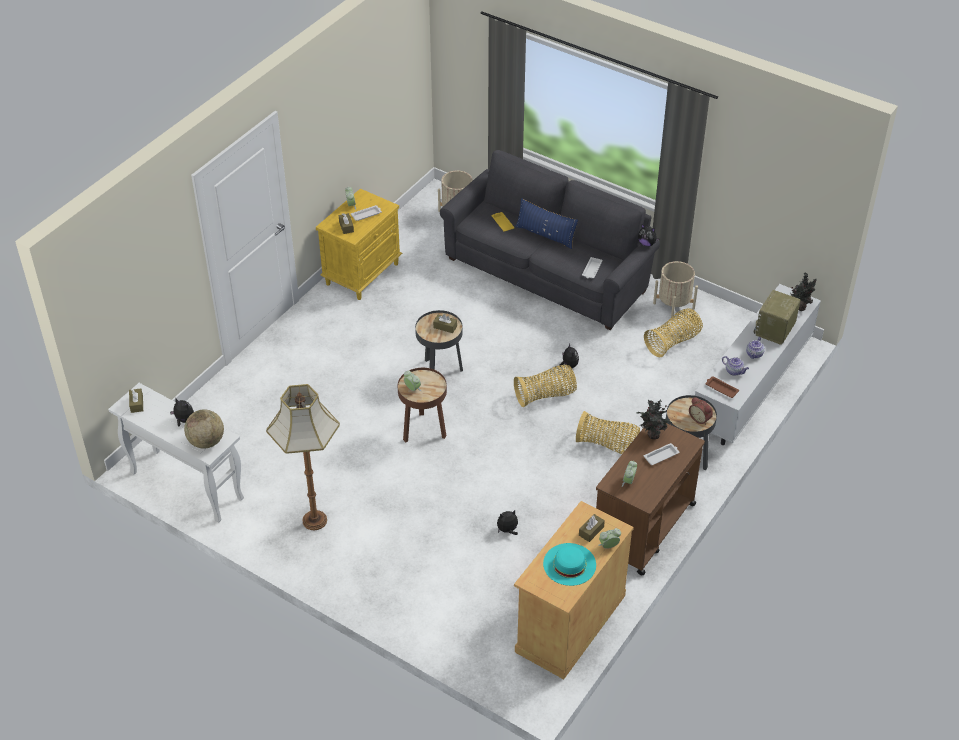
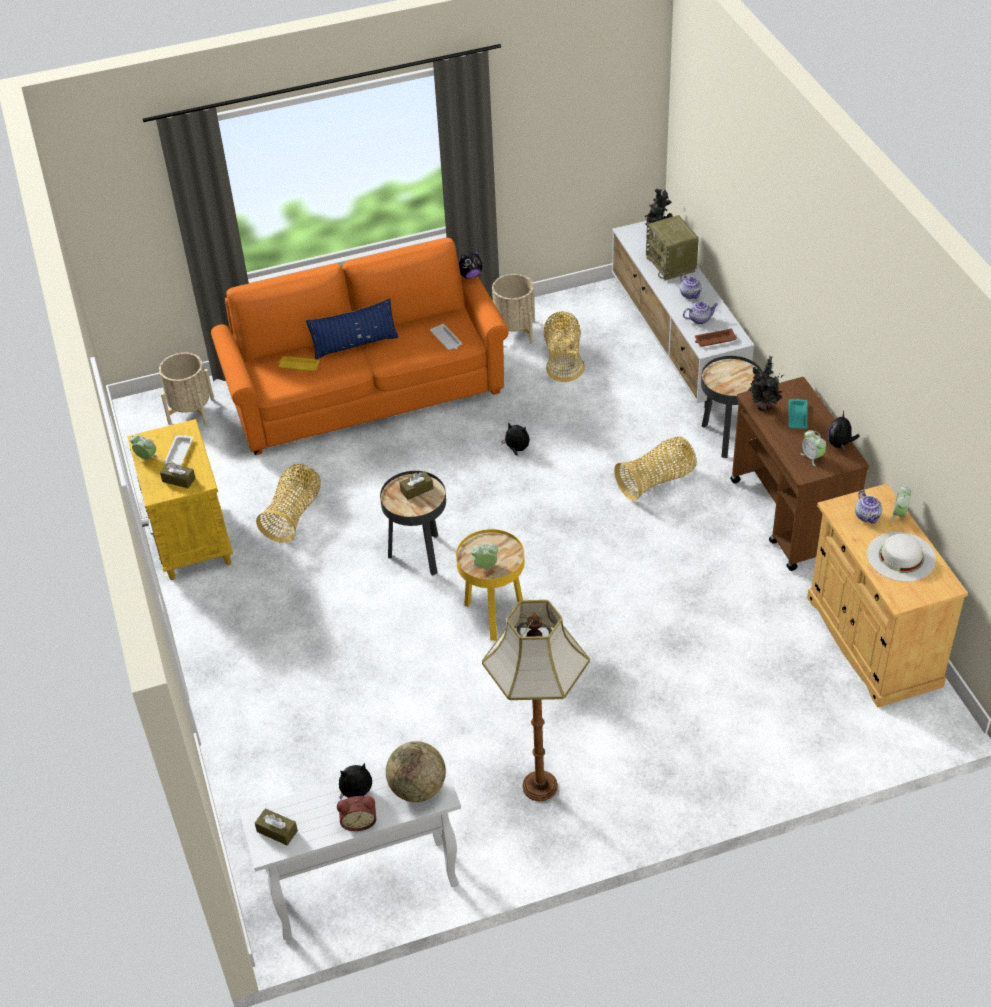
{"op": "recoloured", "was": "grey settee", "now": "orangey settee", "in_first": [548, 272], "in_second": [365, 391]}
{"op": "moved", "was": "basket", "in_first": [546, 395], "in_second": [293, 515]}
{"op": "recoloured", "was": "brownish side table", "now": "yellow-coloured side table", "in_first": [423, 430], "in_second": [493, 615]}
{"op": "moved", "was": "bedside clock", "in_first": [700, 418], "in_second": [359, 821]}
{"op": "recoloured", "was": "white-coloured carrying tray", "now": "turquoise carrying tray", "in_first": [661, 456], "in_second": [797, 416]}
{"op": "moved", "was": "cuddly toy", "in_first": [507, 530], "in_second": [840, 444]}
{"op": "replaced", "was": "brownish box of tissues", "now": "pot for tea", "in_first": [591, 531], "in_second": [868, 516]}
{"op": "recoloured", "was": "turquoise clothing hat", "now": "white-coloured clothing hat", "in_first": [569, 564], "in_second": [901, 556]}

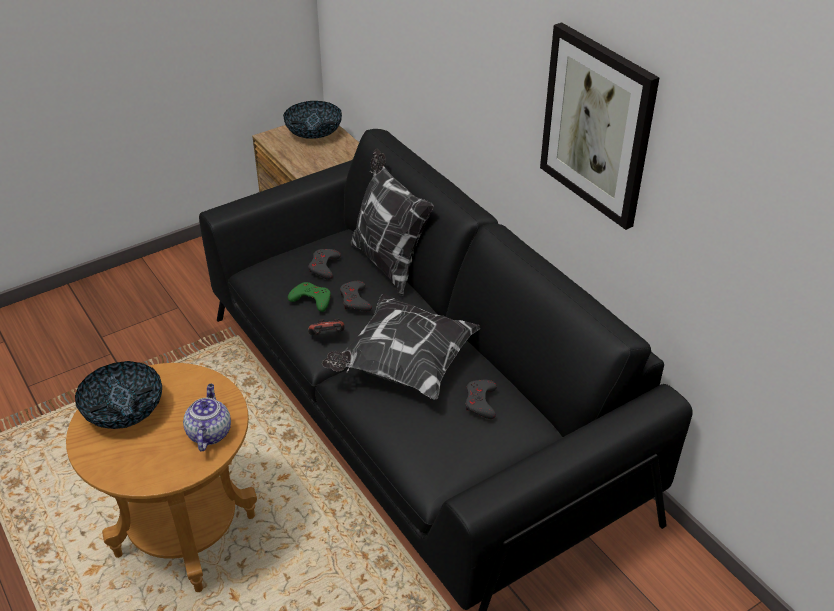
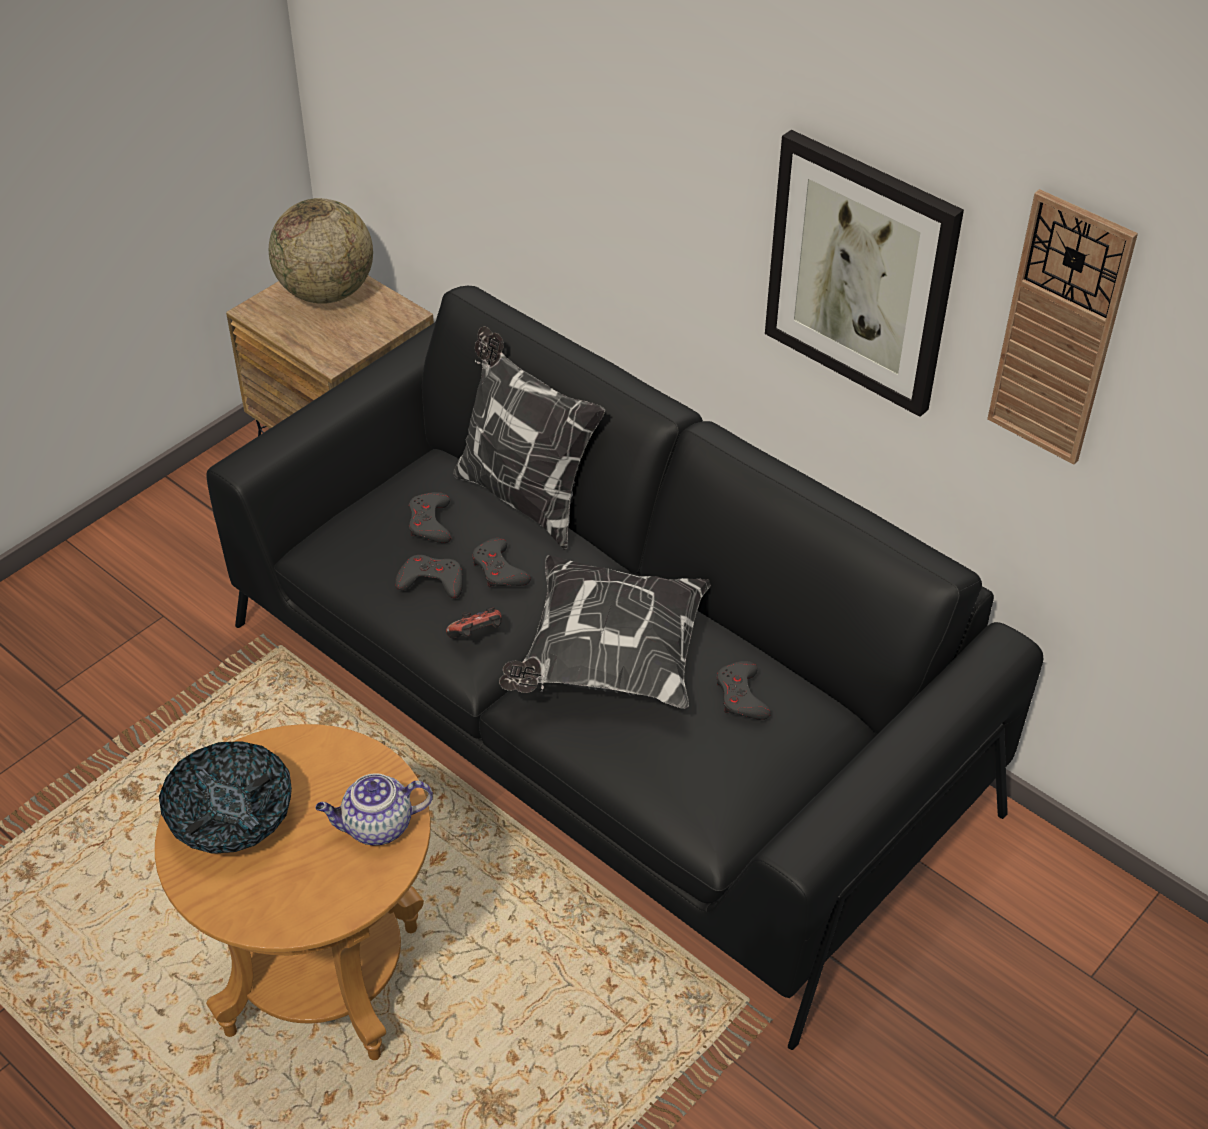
{"op": "replaced", "was": "serving bowl", "now": "world globe", "in_first": [314, 133], "in_second": [326, 292]}
{"op": "recoloured", "was": "green joypad", "now": "grey joypad", "in_first": [311, 299], "in_second": [431, 581]}
{"op": "turned", "was": "pot for tea", "in_first": [209, 433], "in_second": [376, 827], "clockwise": -90}
{"op": "added", "now": "clock on the wall", "in_second": [1059, 330]}

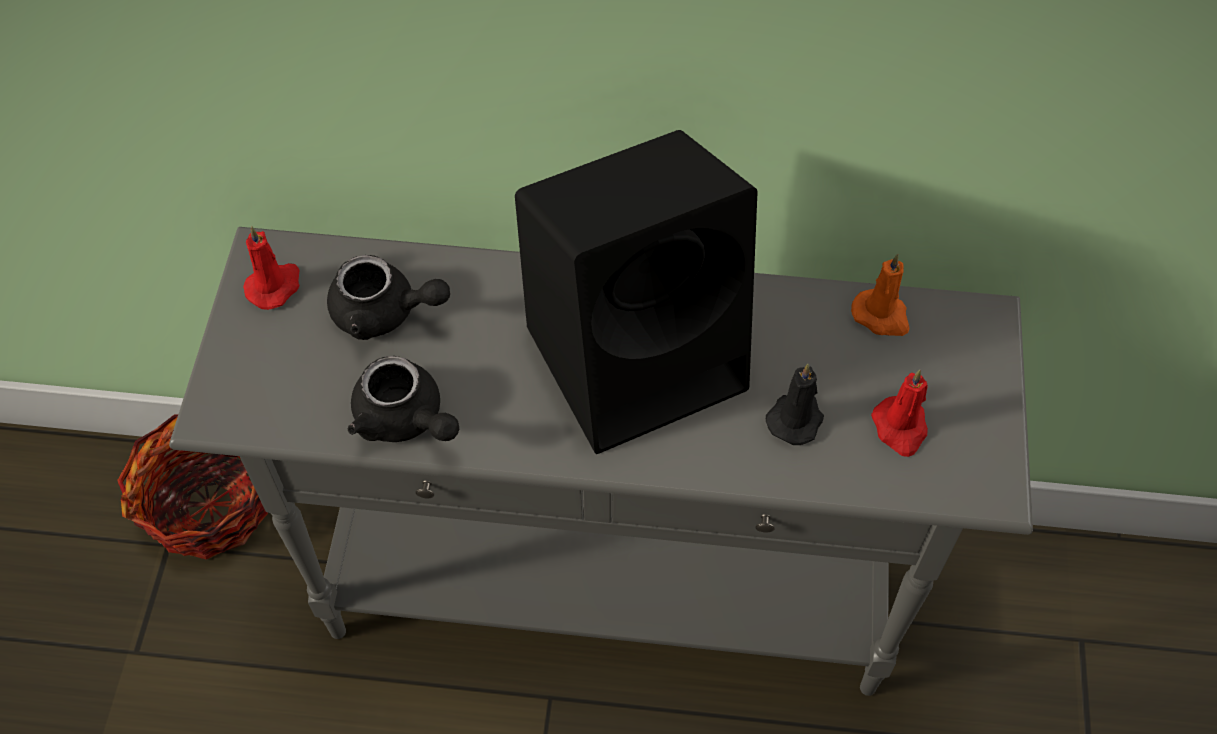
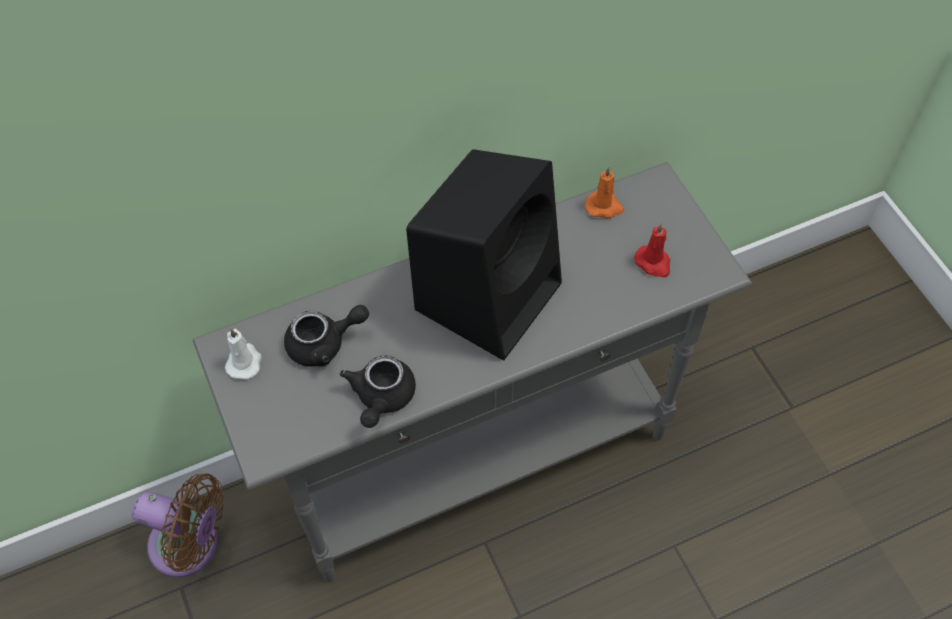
{"op": "recoloured", "was": "red-coloured wax candle", "now": "white-coloured wax candle", "in_first": [275, 286], "in_second": [244, 362]}
{"op": "turned", "was": "black pot for tea", "in_first": [405, 420], "in_second": [381, 398], "clockwise": 90}
{"op": "removed", "was": "black wax candle", "in_first": [796, 418]}
{"op": "replaced", "was": "basket", "now": "brownish cooling fan", "in_first": [209, 503], "in_second": [191, 546]}

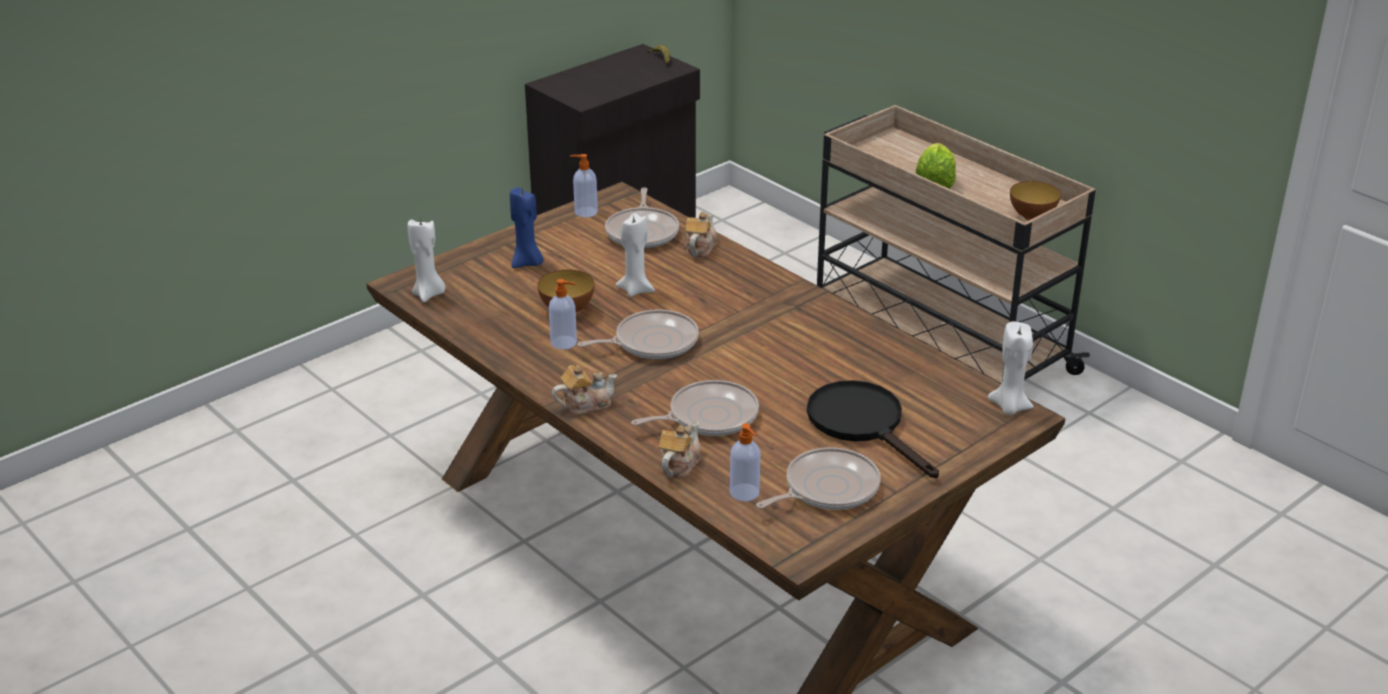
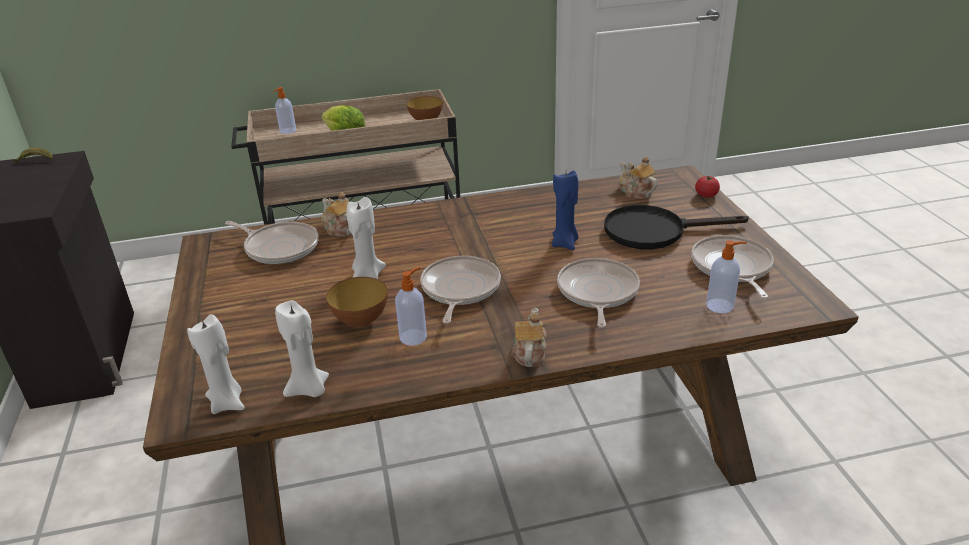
{"op": "moved", "was": "soap bottle", "in_first": [585, 212], "in_second": [287, 131]}
{"op": "moved", "was": "blue-coloured wax candle", "in_first": [527, 263], "in_second": [565, 243]}
{"op": "moved", "was": "white-coloured wax candle", "in_first": [1009, 407], "in_second": [309, 390]}
{"op": "moved", "was": "pot for tea", "in_first": [679, 464], "in_second": [635, 192]}
{"op": "added", "now": "tomato", "in_second": [706, 195]}

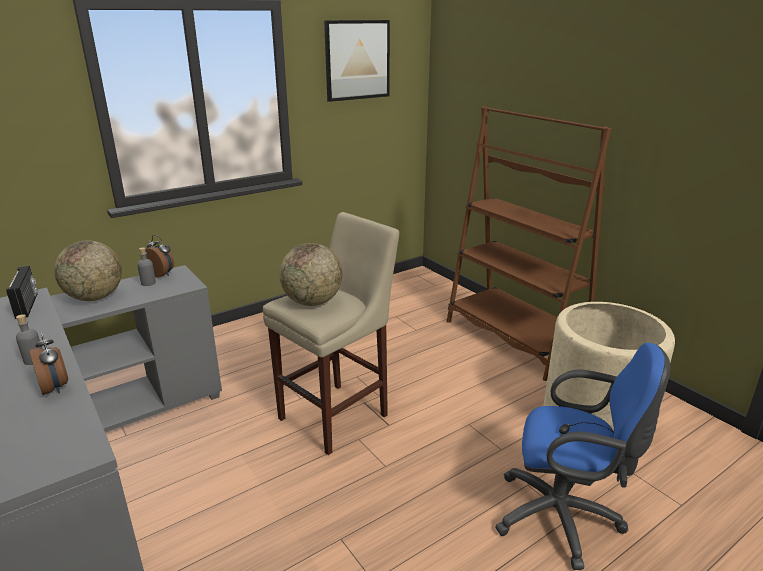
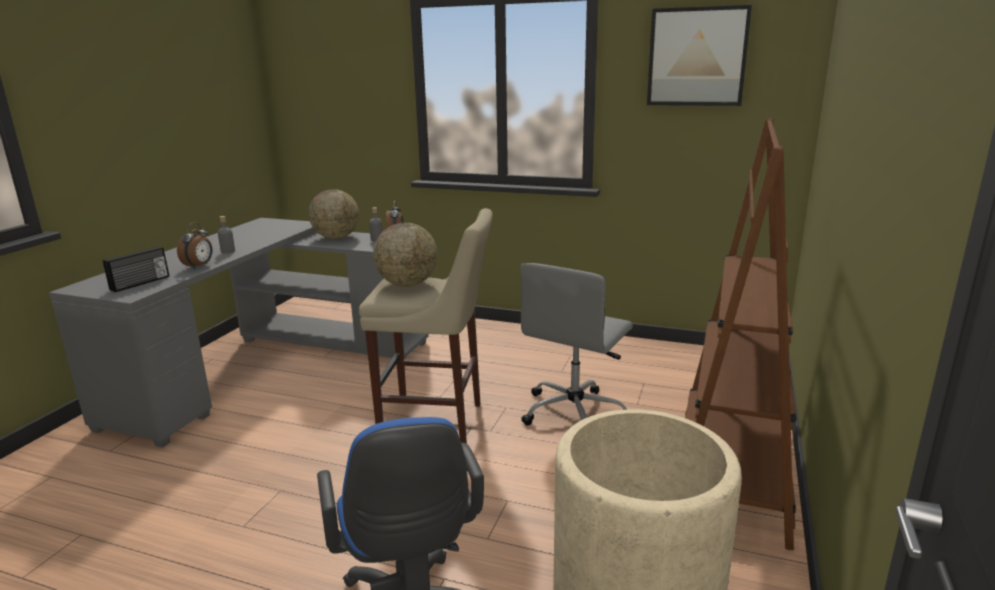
{"op": "moved", "was": "radio", "in_first": [28, 305], "in_second": [140, 283]}
{"op": "added", "now": "grey office chair", "in_second": [575, 413]}

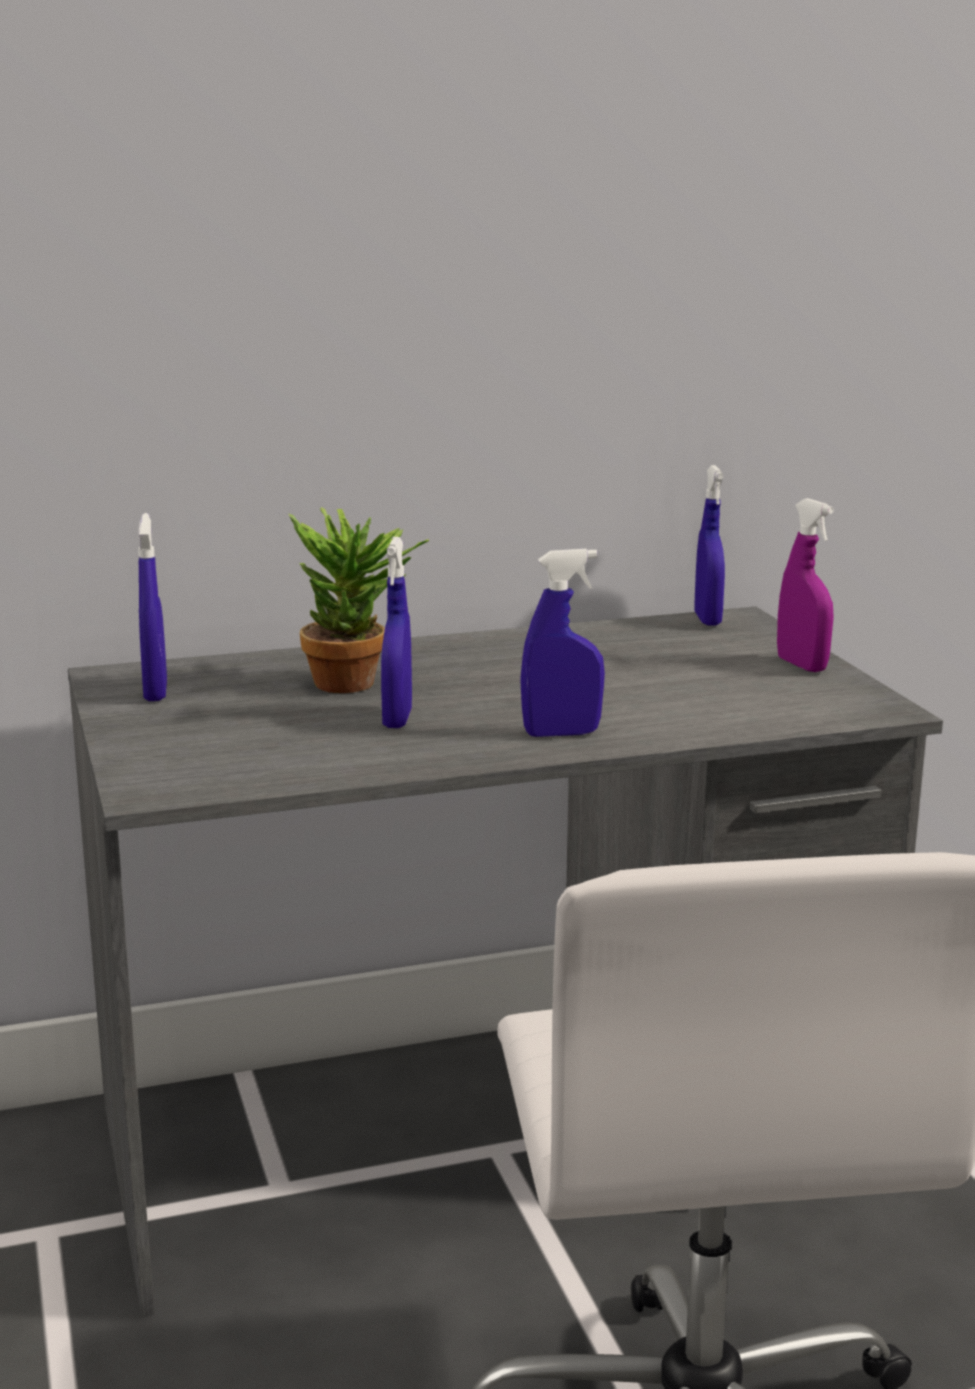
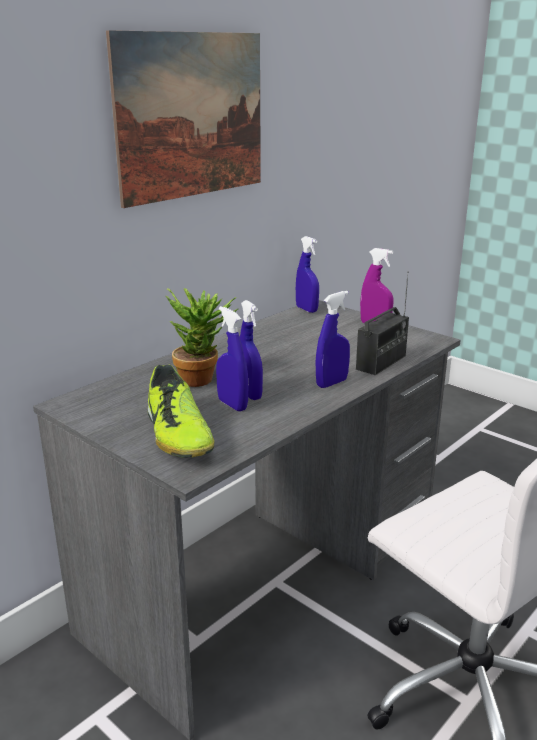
{"op": "moved", "was": "blue-coloured spray bottle", "in_first": [155, 692], "in_second": [232, 405]}
{"op": "added", "now": "wall art", "in_second": [191, 116]}
{"op": "added", "now": "radio", "in_second": [381, 362]}
{"op": "added", "now": "low shoe", "in_second": [178, 435]}

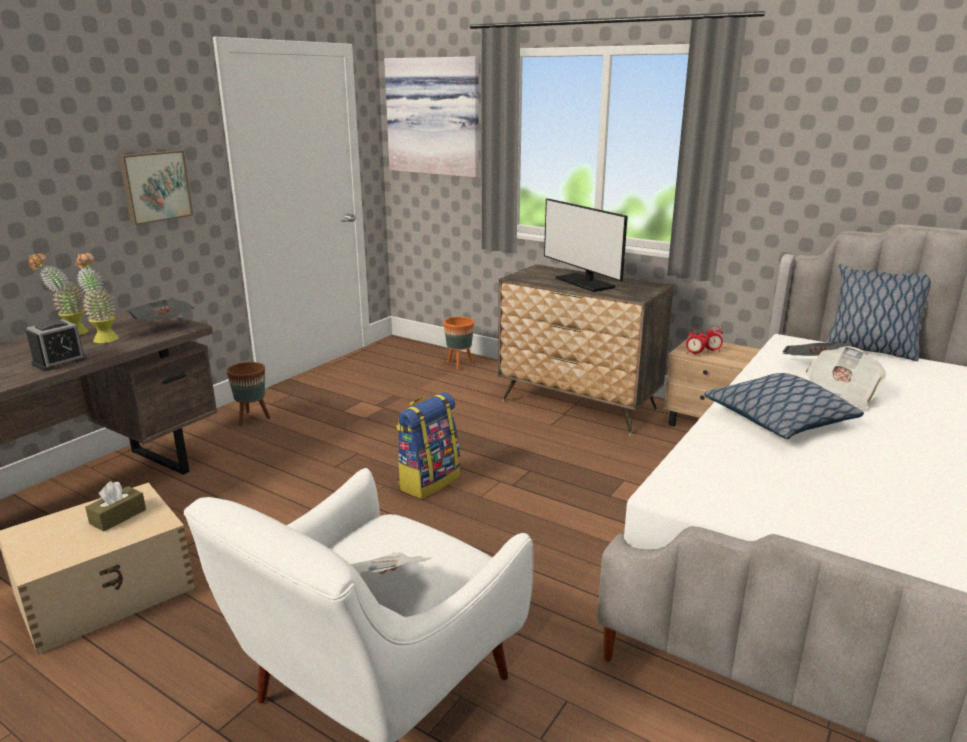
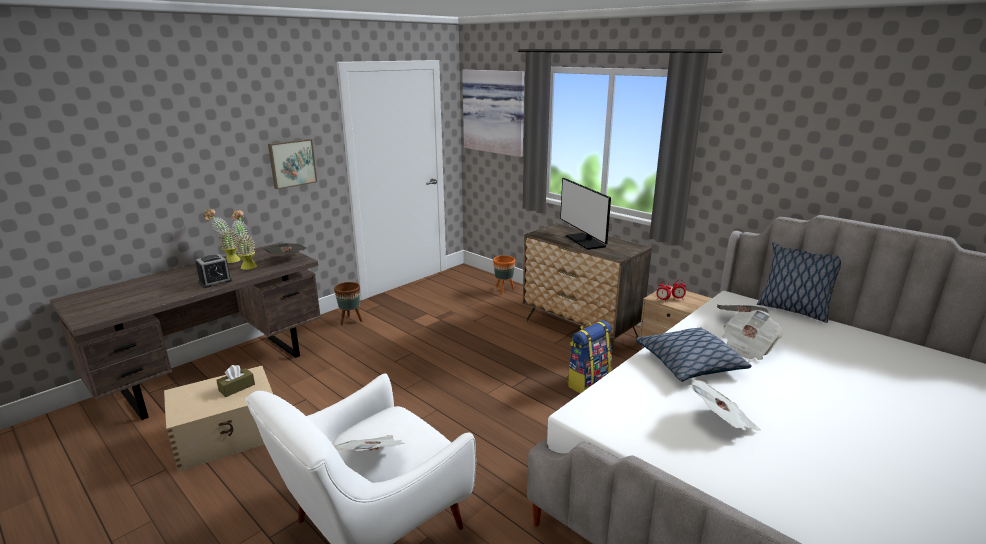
{"op": "moved", "was": "rucksack", "in_first": [428, 481], "in_second": [587, 382]}
{"op": "added", "now": "daily paper", "in_second": [721, 422]}

